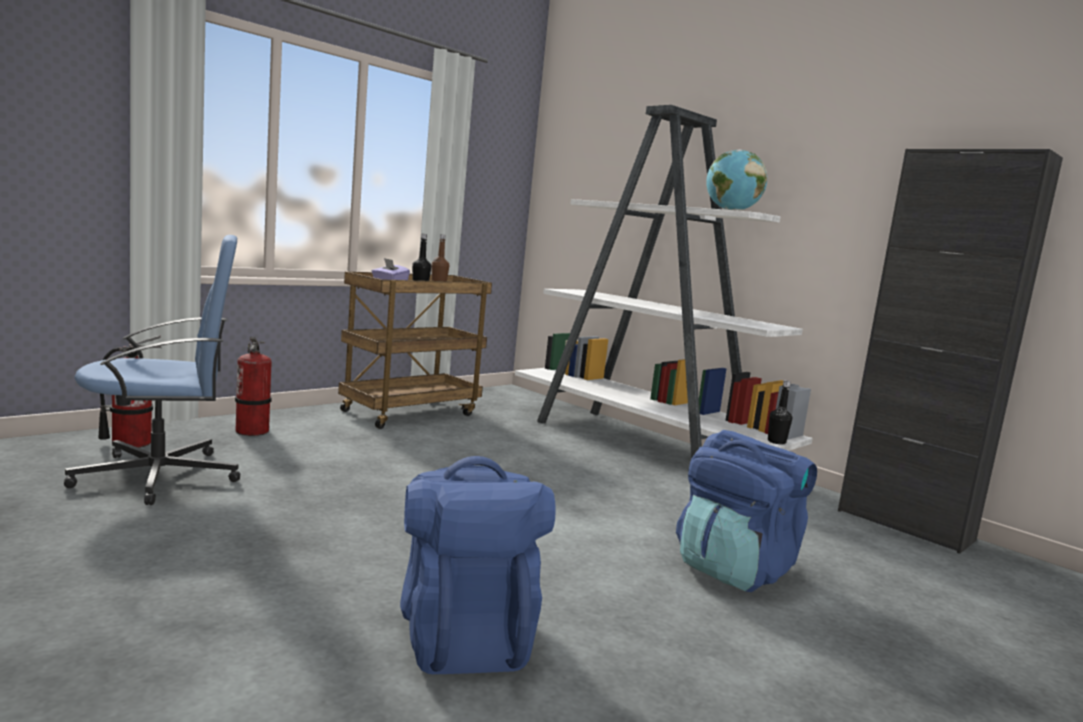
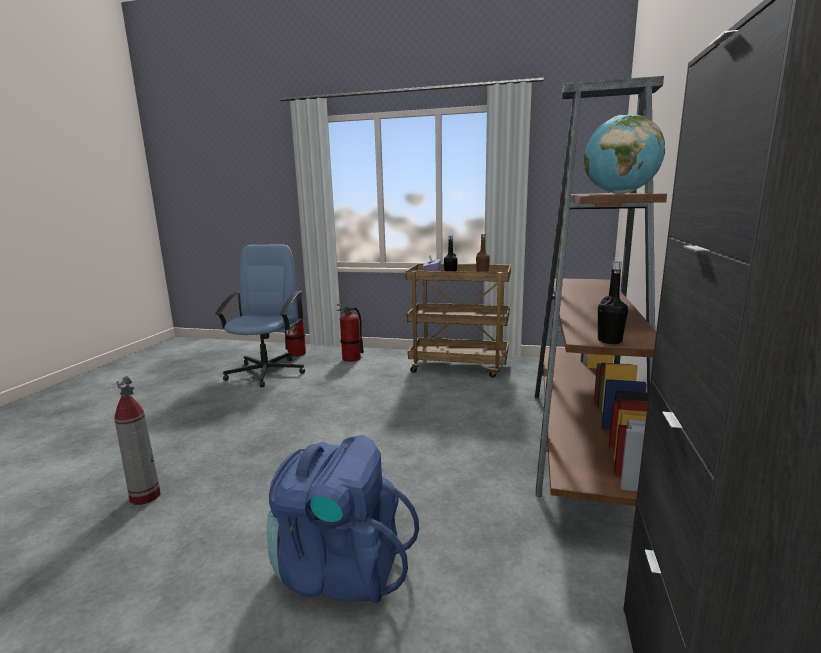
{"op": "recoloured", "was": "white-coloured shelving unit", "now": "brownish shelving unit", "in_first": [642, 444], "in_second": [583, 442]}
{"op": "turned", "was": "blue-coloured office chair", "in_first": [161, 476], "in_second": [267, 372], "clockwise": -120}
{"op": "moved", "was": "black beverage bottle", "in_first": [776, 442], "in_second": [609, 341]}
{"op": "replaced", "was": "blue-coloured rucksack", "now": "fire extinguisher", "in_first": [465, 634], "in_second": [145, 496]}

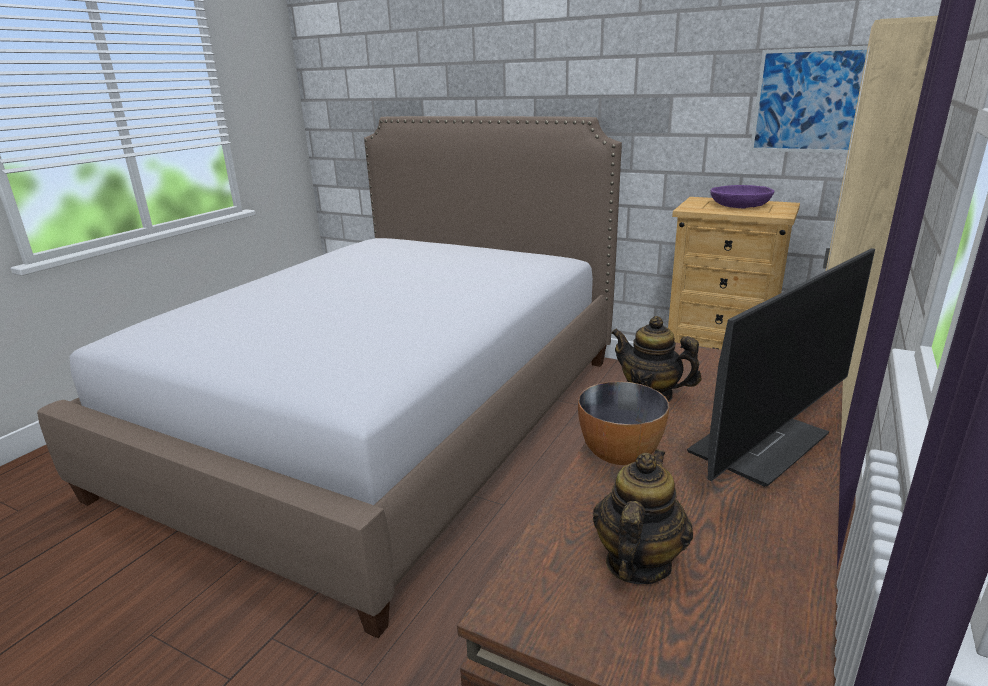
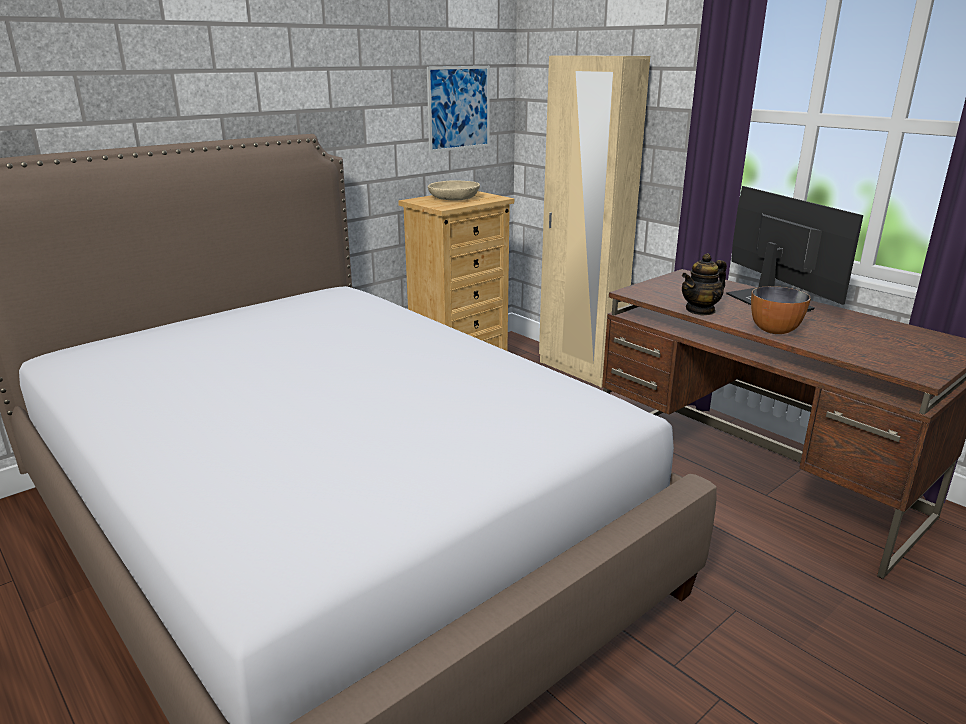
{"op": "recoloured", "was": "purplish serving bowl", "now": "beige serving bowl", "in_first": [740, 205], "in_second": [453, 198]}
{"op": "removed", "was": "pot for tea", "in_first": [637, 563]}

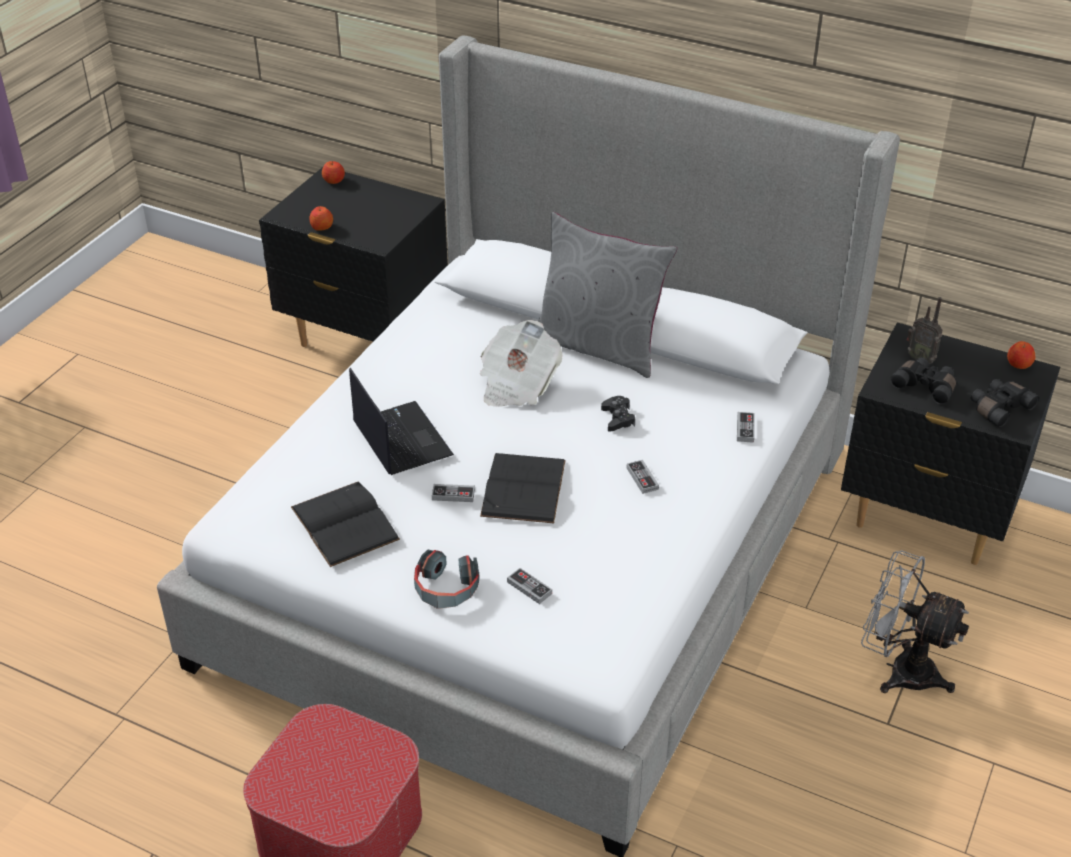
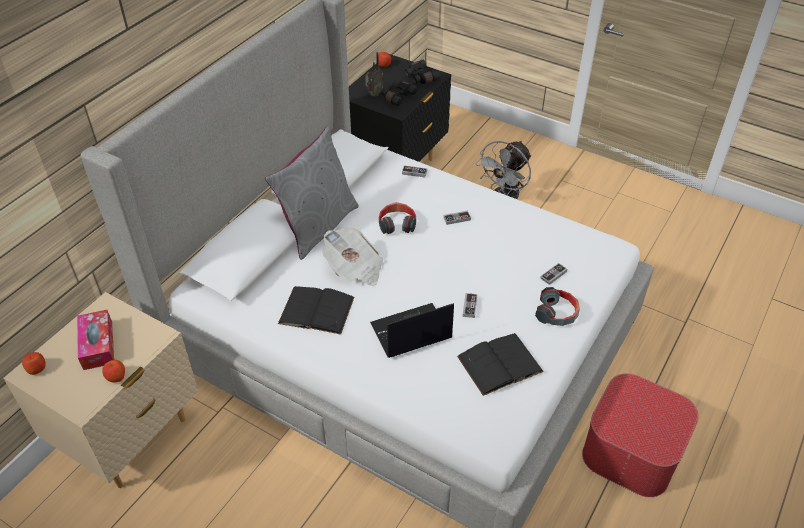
{"op": "recoloured", "was": "black night table", "now": "beige night table", "in_first": [365, 340], "in_second": [130, 438]}
{"op": "replaced", "was": "black joypad", "now": "headphones", "in_first": [618, 418], "in_second": [397, 224]}
{"op": "moved", "was": "black book", "in_first": [523, 488], "in_second": [316, 310]}
{"op": "added", "now": "box of tissues", "in_second": [98, 345]}

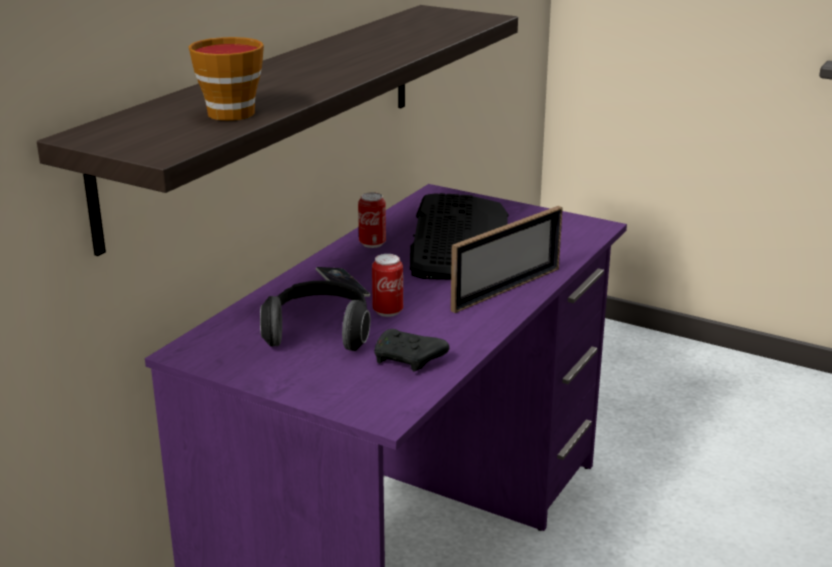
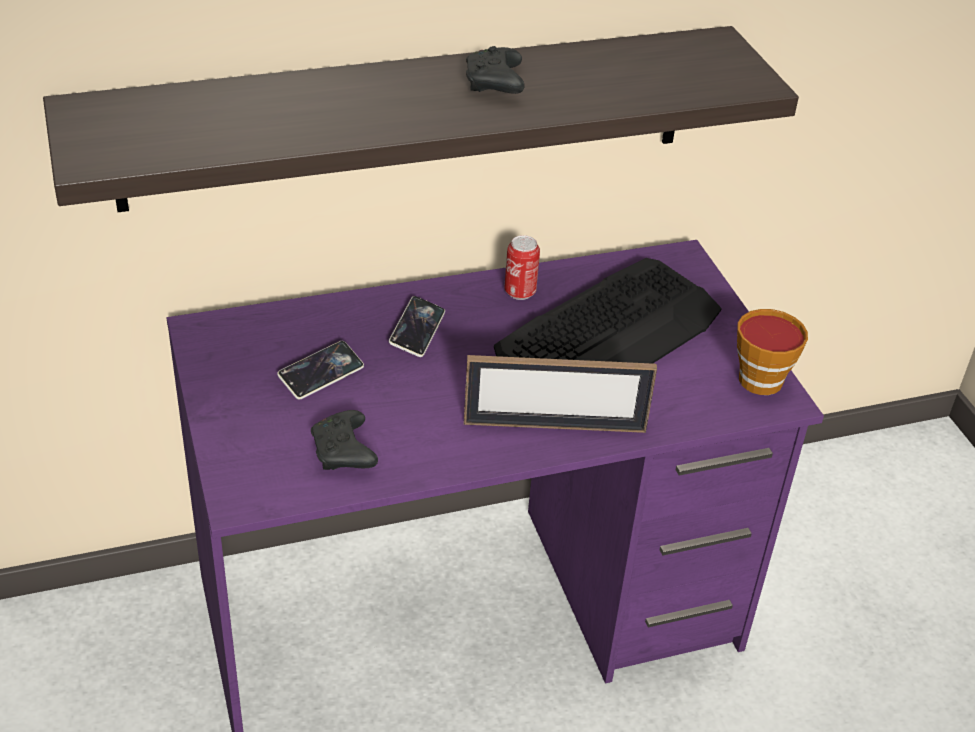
{"op": "moved", "was": "drinking cup", "in_first": [232, 111], "in_second": [764, 377]}
{"op": "removed", "was": "sealed can", "in_first": [388, 311]}
{"op": "replaced", "was": "headphones", "now": "telephone", "in_first": [319, 333], "in_second": [321, 374]}
{"op": "added", "now": "black joypad", "in_second": [495, 84]}

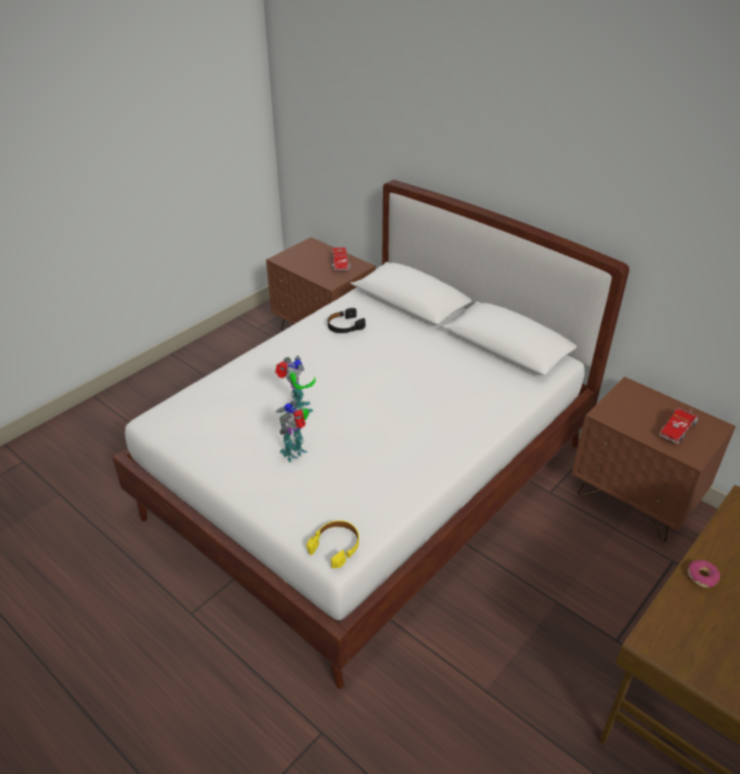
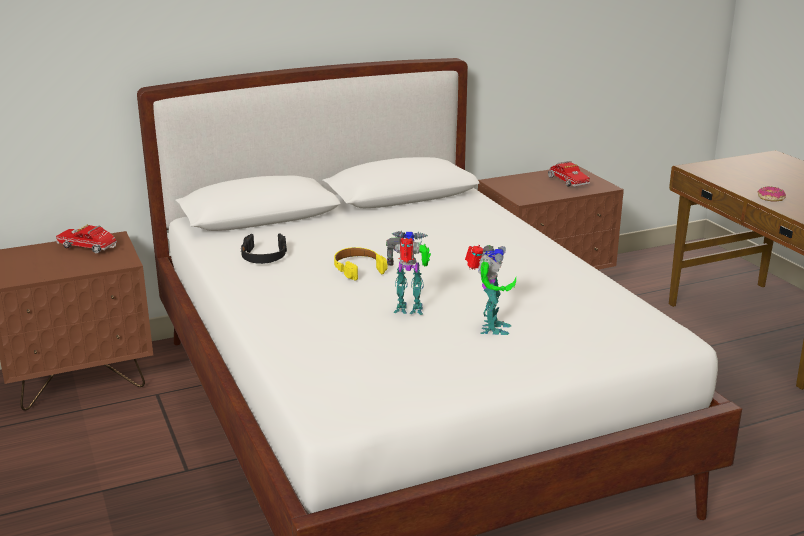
{"op": "turned", "was": "model robot", "in_first": [295, 453], "in_second": [490, 328], "clockwise": -150}
{"op": "moved", "was": "yellow-coloured headphones", "in_first": [336, 546], "in_second": [358, 269]}

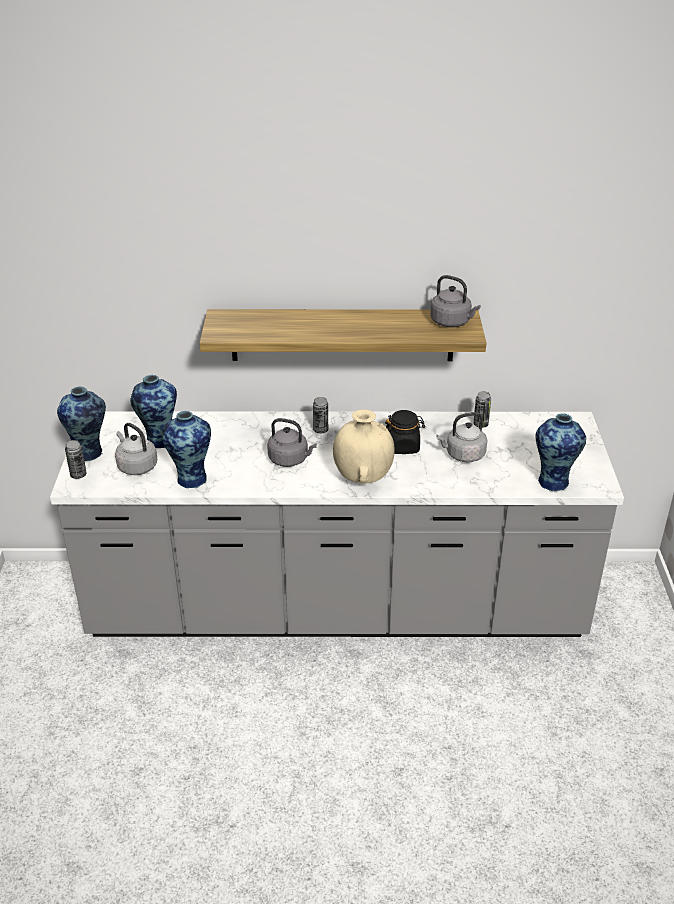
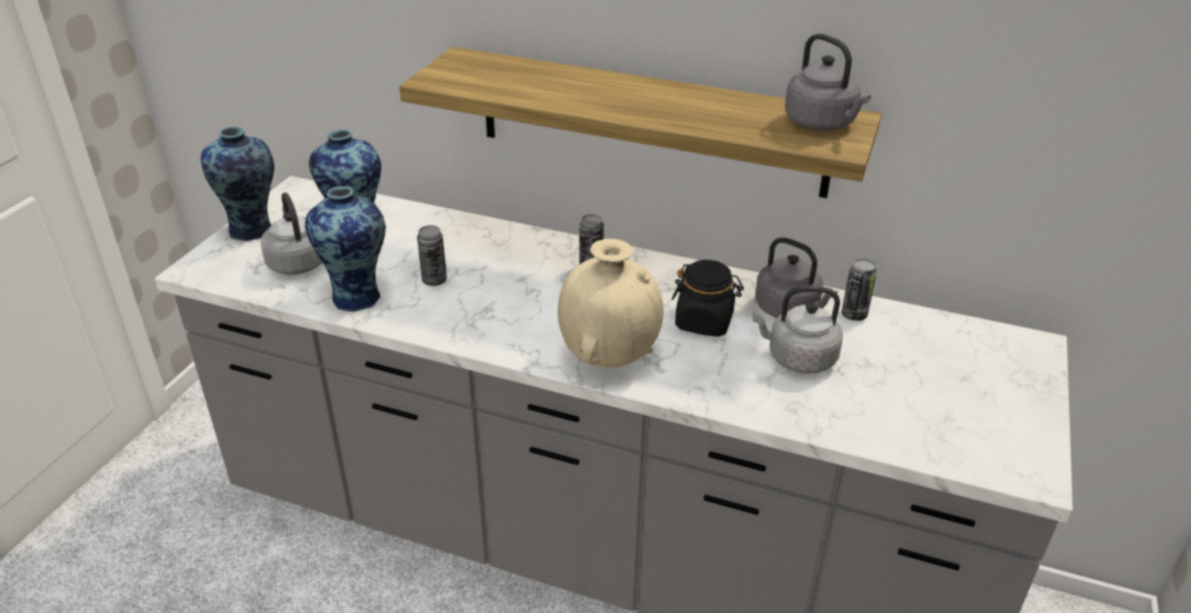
{"op": "removed", "was": "decorative vase", "in_first": [553, 481]}
{"op": "moved", "was": "grey water kettle", "in_first": [290, 460], "in_second": [789, 310]}
{"op": "moved", "was": "sealed can", "in_first": [78, 475], "in_second": [434, 280]}

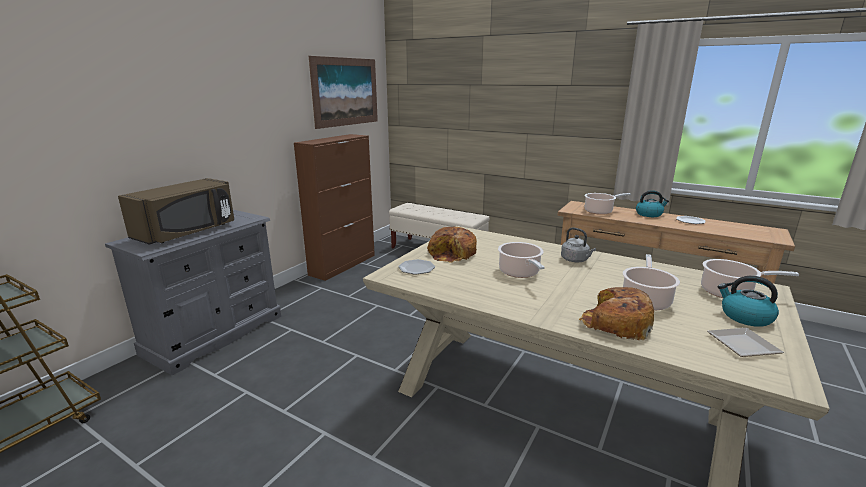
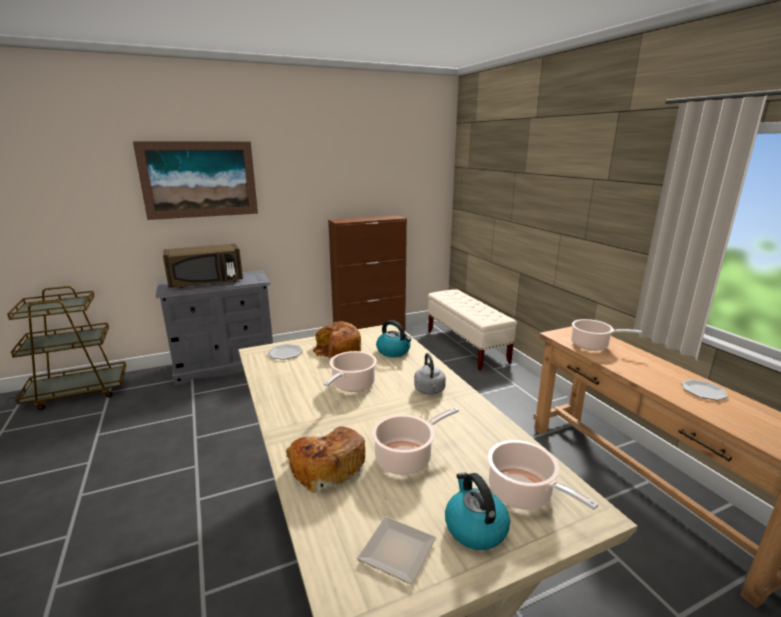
{"op": "moved", "was": "wall art", "in_first": [346, 92], "in_second": [199, 180]}
{"op": "moved", "was": "water kettle", "in_first": [649, 214], "in_second": [394, 351]}

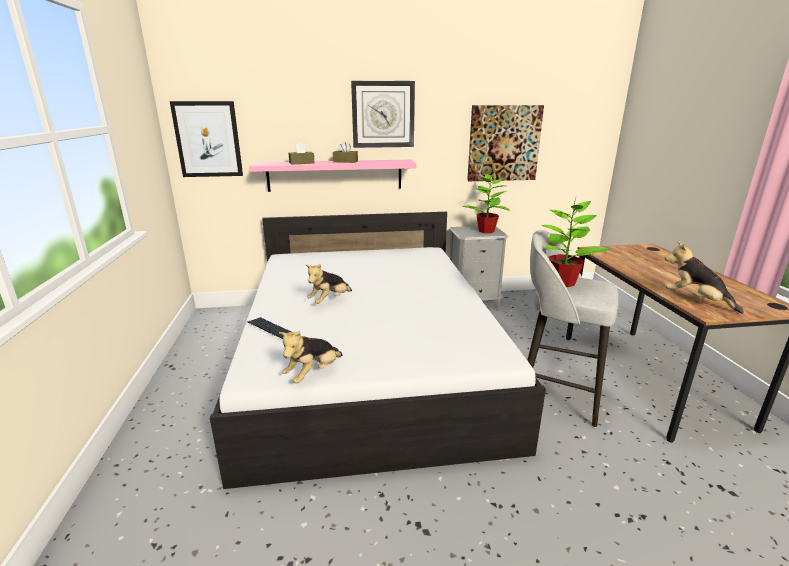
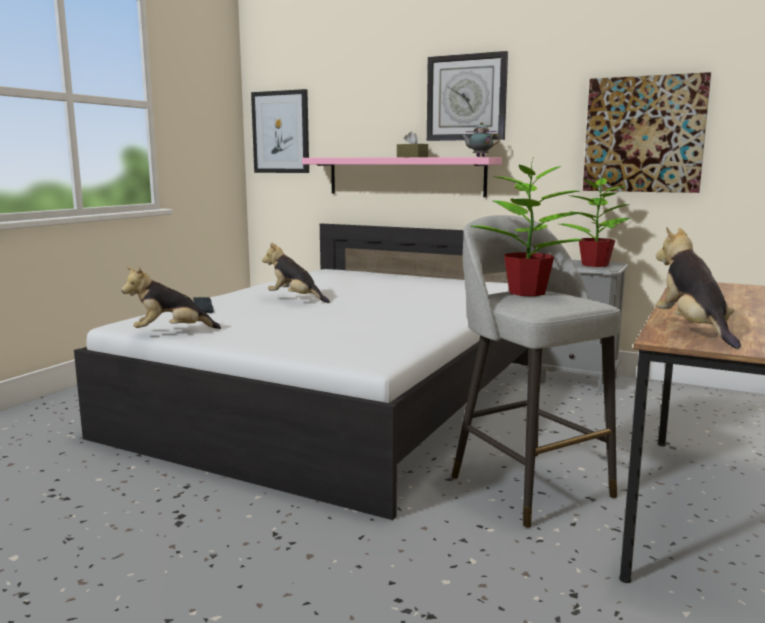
{"op": "removed", "was": "brownish box of tissues", "in_first": [301, 163]}
{"op": "turned", "was": "cuddly toy", "in_first": [329, 300], "in_second": [295, 299], "clockwise": 45}
{"op": "added", "now": "pot for tea", "in_second": [479, 156]}

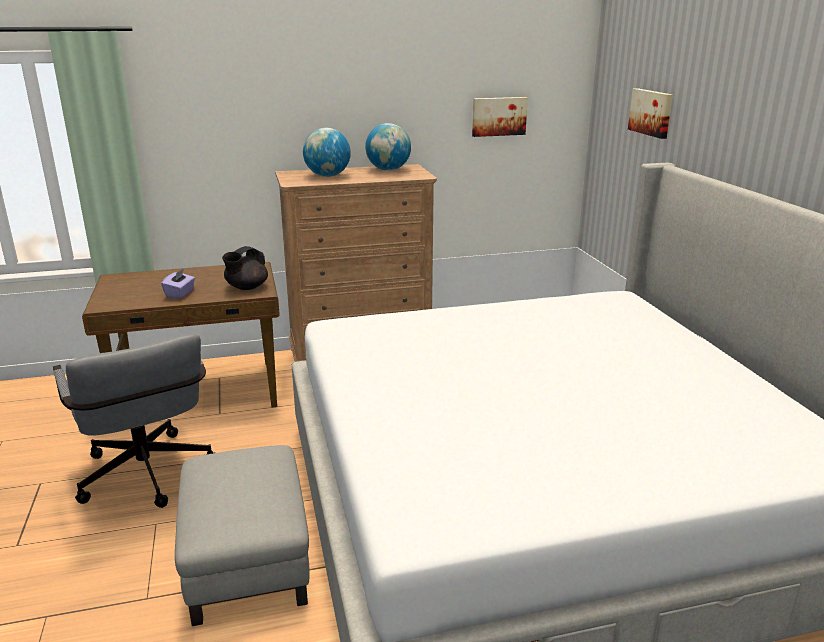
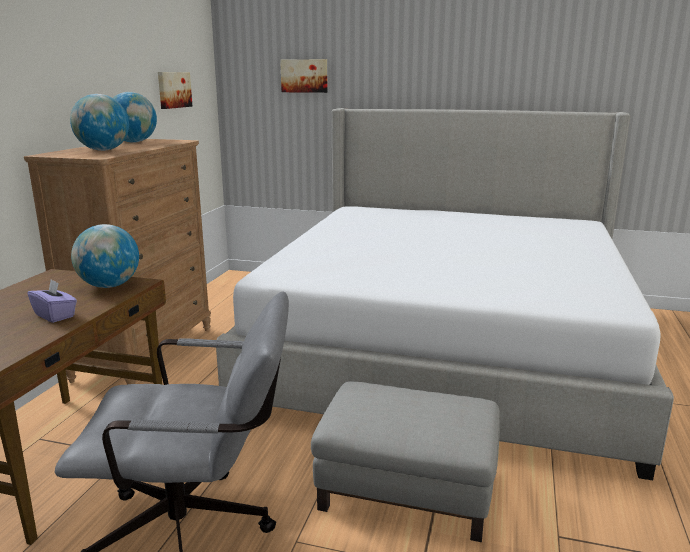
{"op": "replaced", "was": "black pot for tea", "now": "world globe", "in_first": [246, 287], "in_second": [109, 286]}

